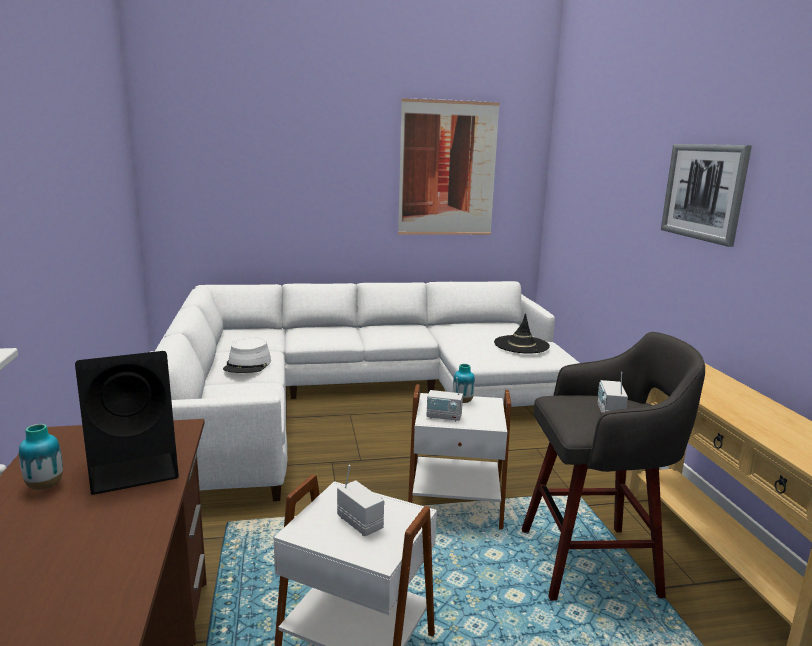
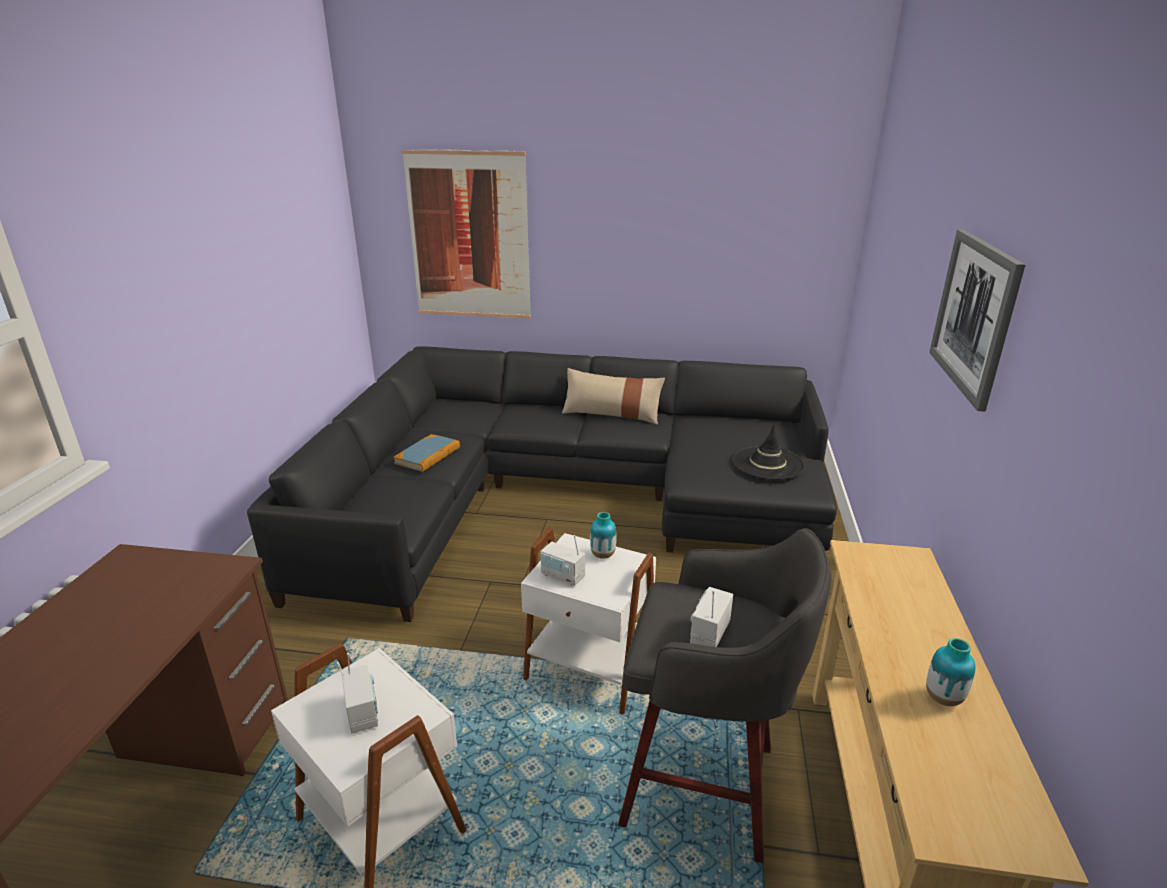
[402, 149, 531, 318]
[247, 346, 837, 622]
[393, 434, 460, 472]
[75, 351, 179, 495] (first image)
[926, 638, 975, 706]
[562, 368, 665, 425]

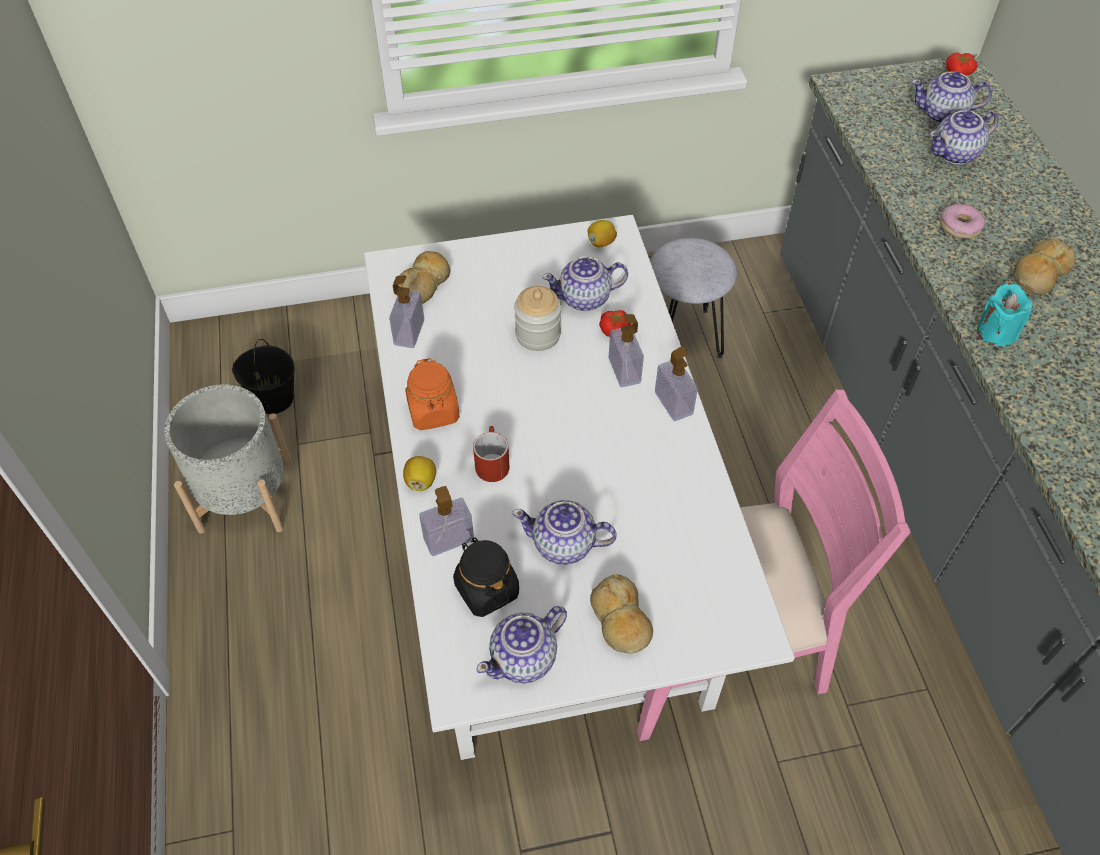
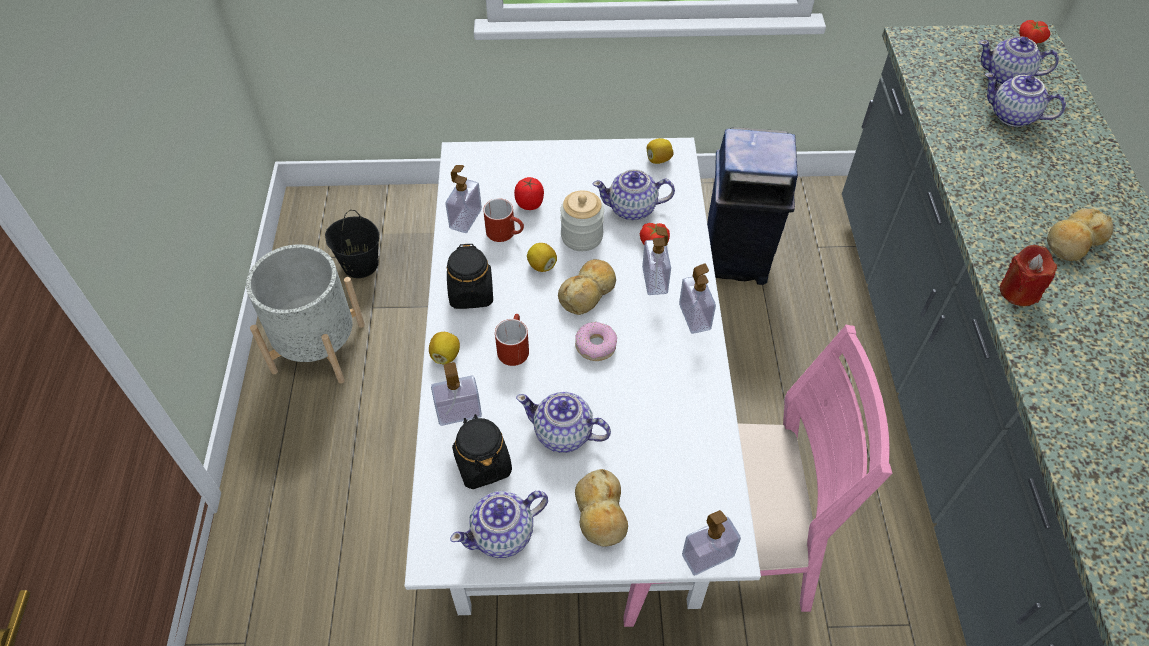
[985, 73, 1066, 127]
[575, 322, 617, 361]
[707, 127, 798, 285]
[558, 259, 616, 315]
[1000, 245, 1057, 306]
[447, 244, 493, 309]
[514, 177, 544, 210]
[483, 198, 524, 242]
[527, 243, 557, 272]
[682, 510, 741, 576]

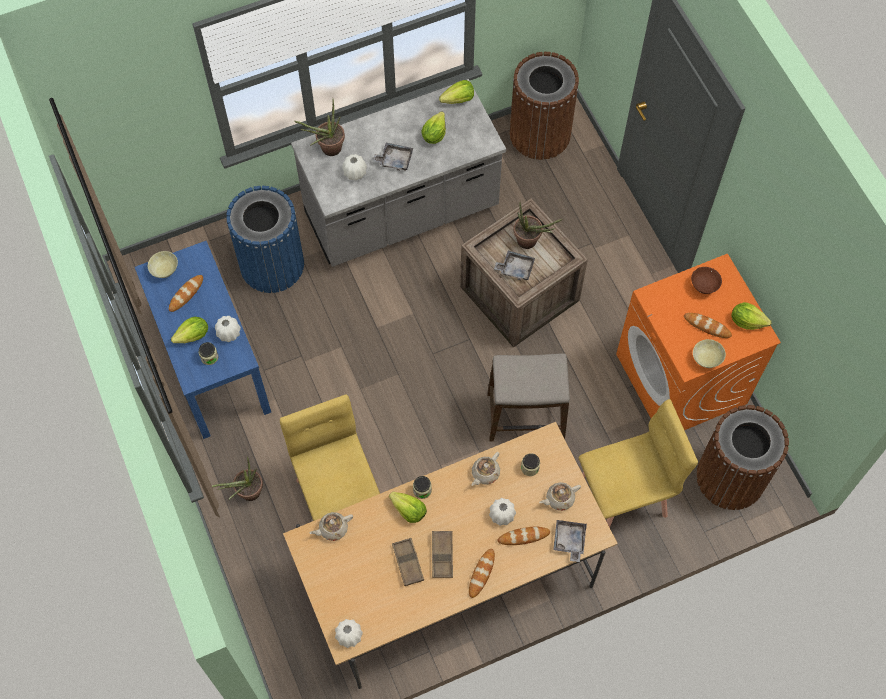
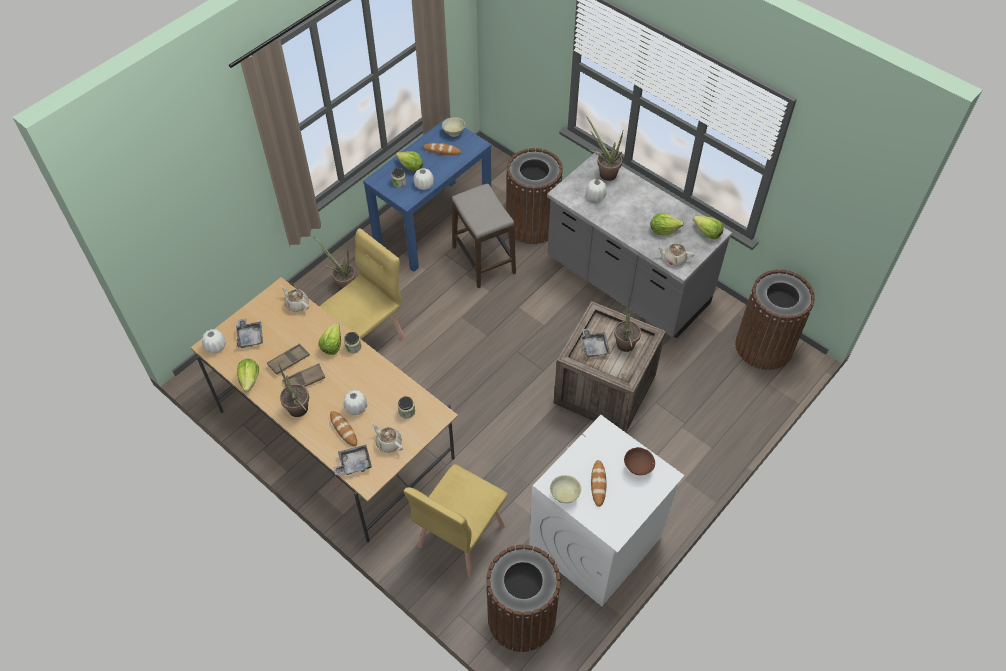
[236, 319, 263, 348]
[506, 148, 563, 244]
[529, 415, 685, 606]
[237, 359, 259, 392]
[452, 184, 516, 288]
[404, 464, 508, 578]
[657, 243, 694, 266]
[278, 363, 309, 417]

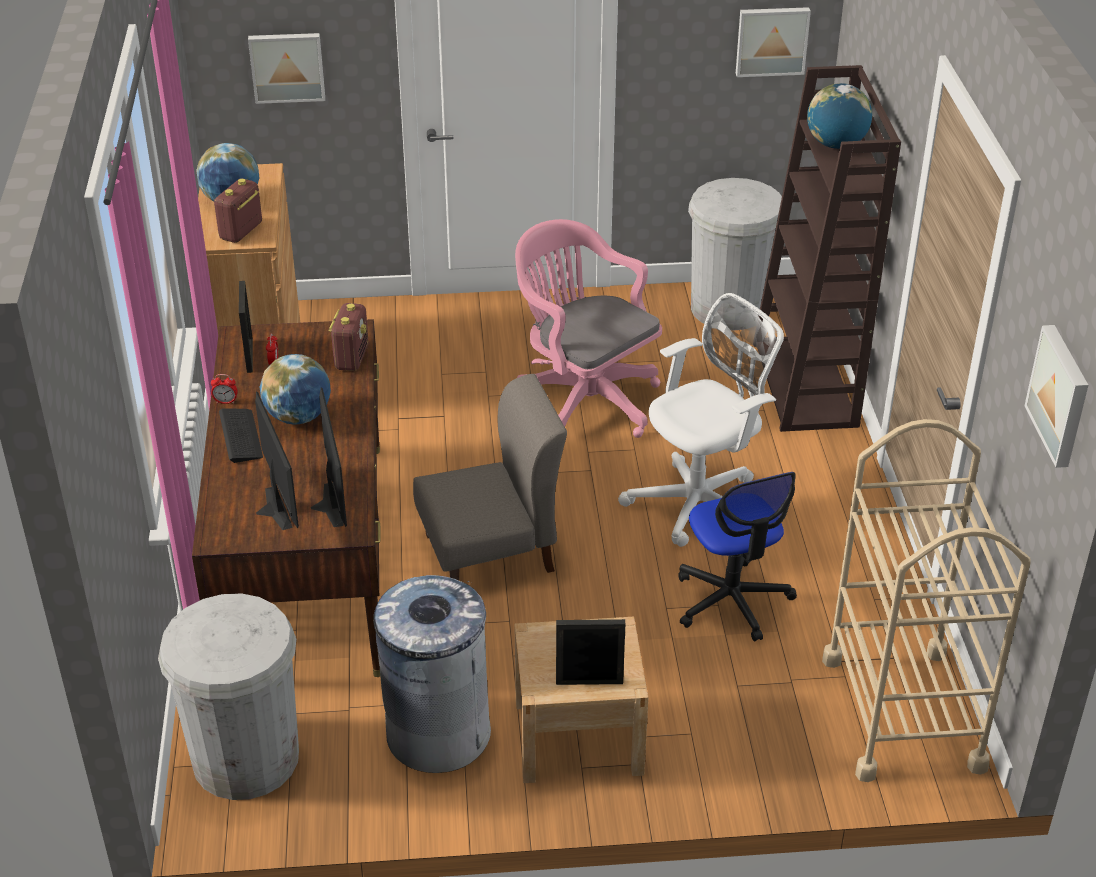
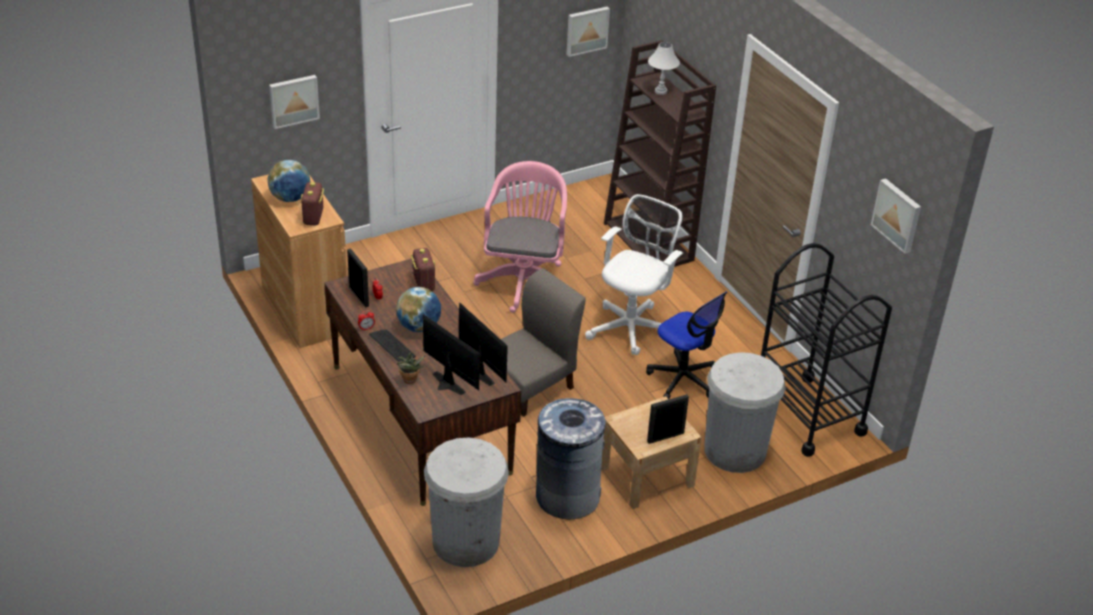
[648, 42, 680, 95]
[704, 352, 786, 473]
[473, 161, 567, 313]
[761, 243, 892, 457]
[396, 352, 426, 384]

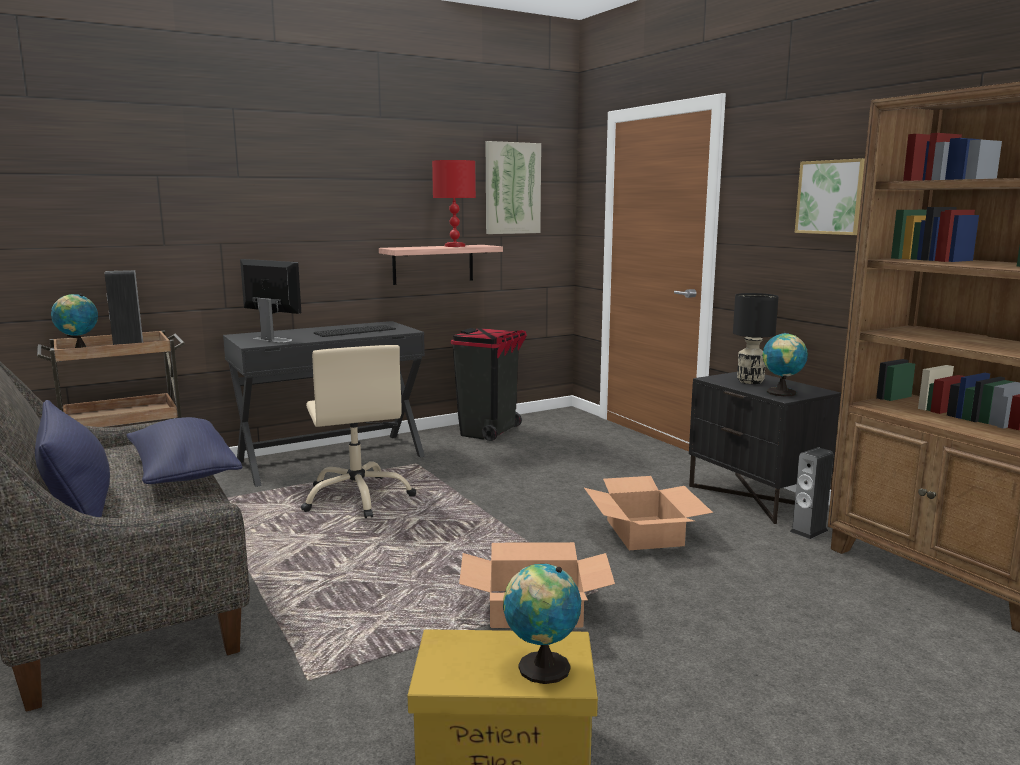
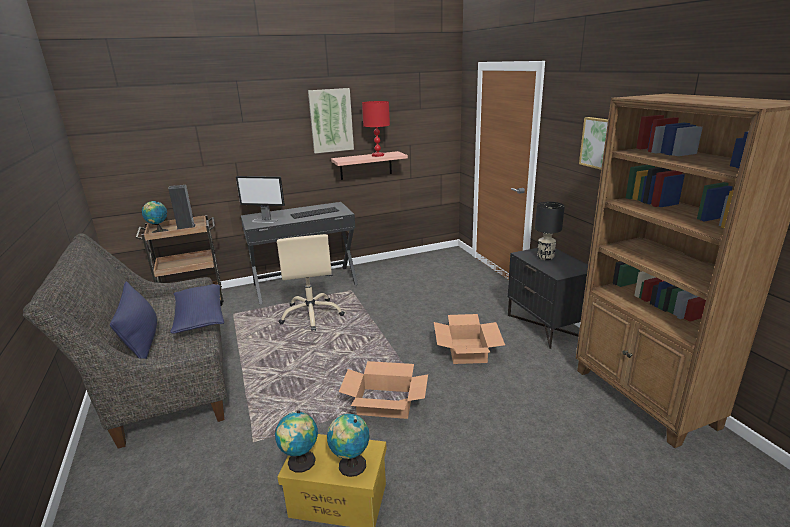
[308, 88, 354, 153]
[236, 176, 285, 223]
[451, 328, 527, 441] (first image)
[275, 410, 318, 473]
[790, 447, 833, 539] (first image)

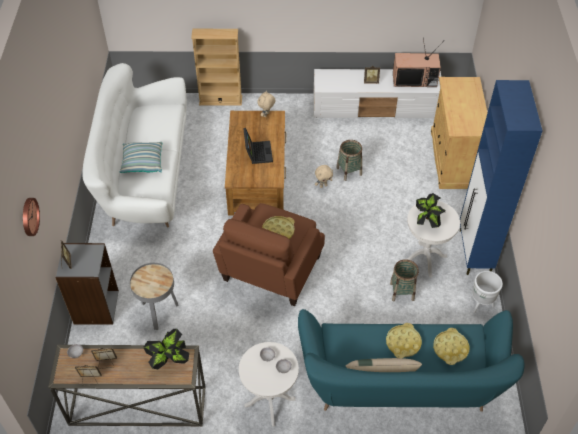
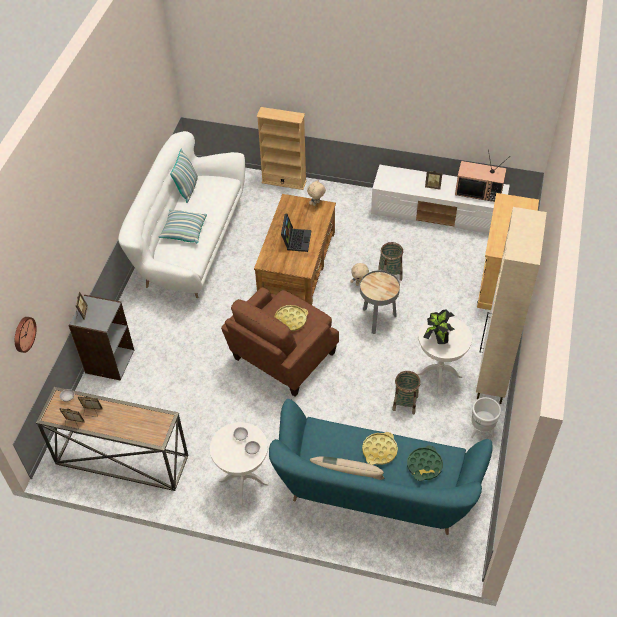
[476, 207, 547, 404]
[15, 317, 37, 353]
[360, 270, 400, 334]
[407, 445, 443, 481]
[143, 329, 189, 369] (first image)
[170, 149, 198, 203]

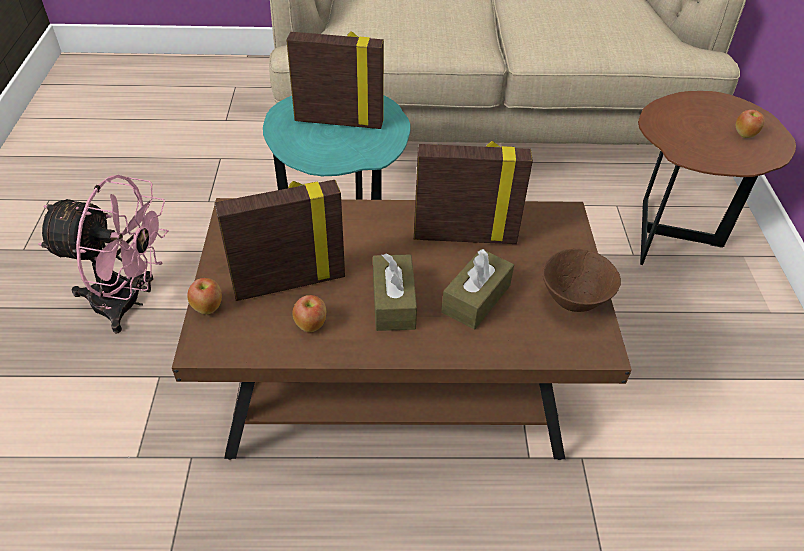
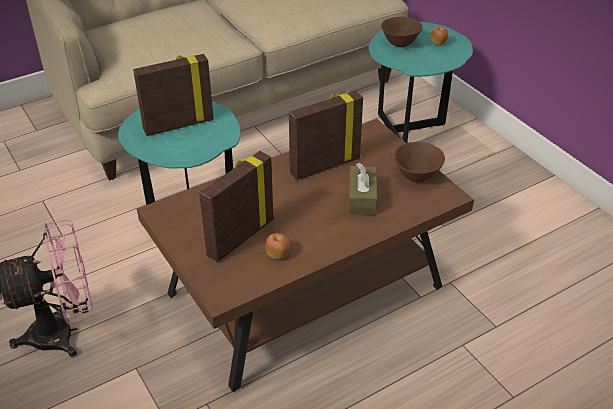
[368, 22, 473, 143]
[373, 254, 417, 331] (first image)
[187, 278, 222, 314] (first image)
[381, 17, 423, 47]

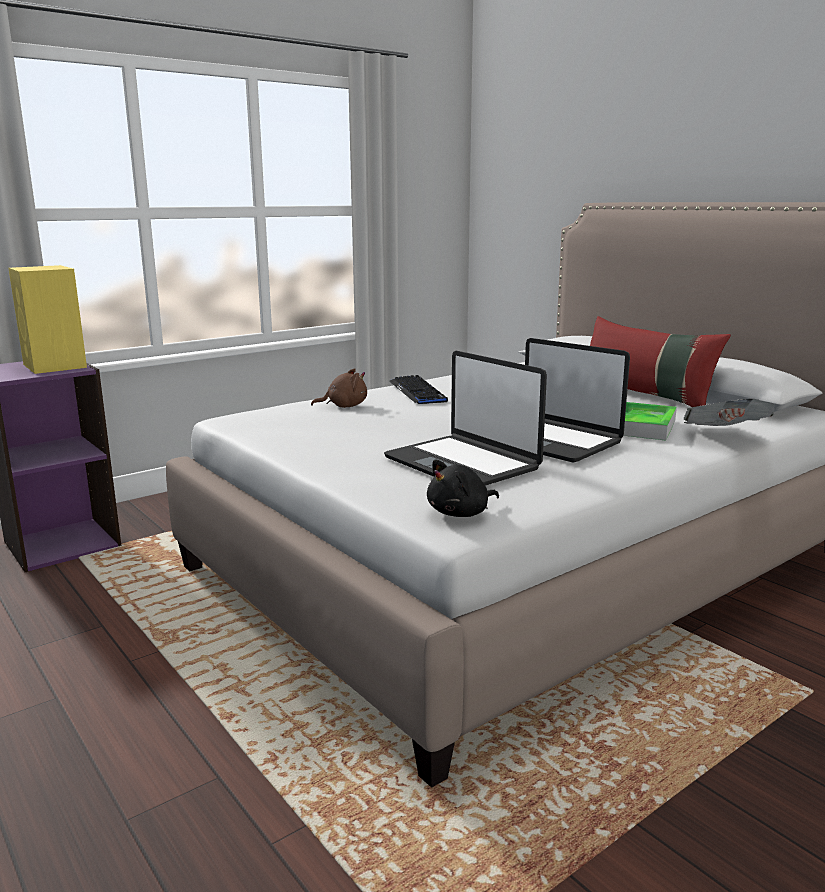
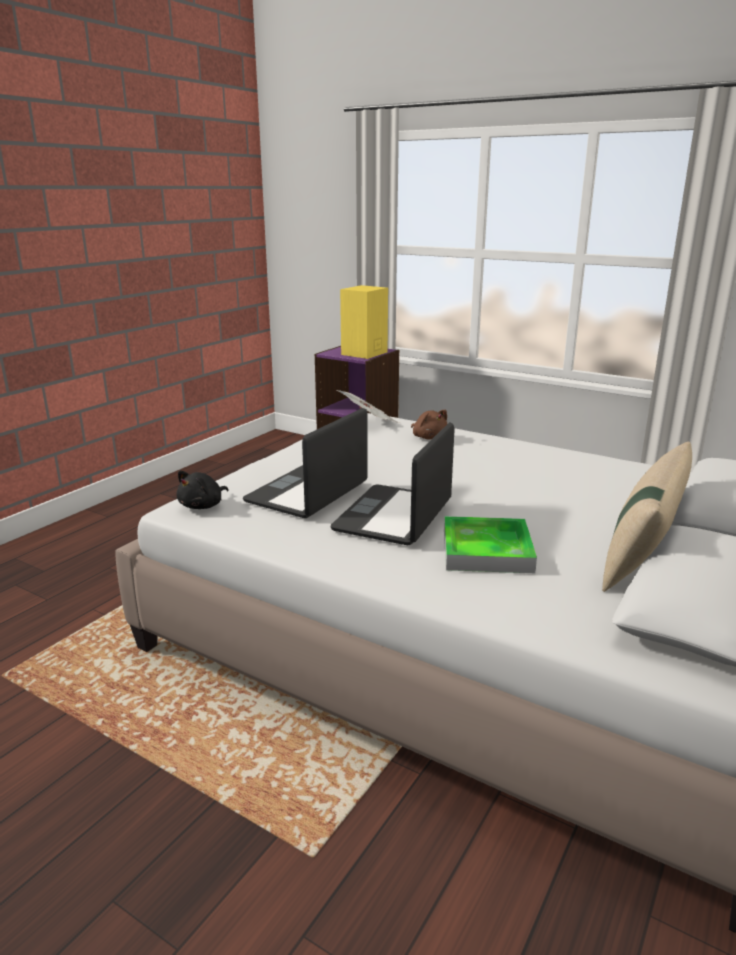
[602, 442, 692, 592]
[389, 375, 448, 404] (first image)
[336, 390, 399, 423]
[176, 471, 228, 509]

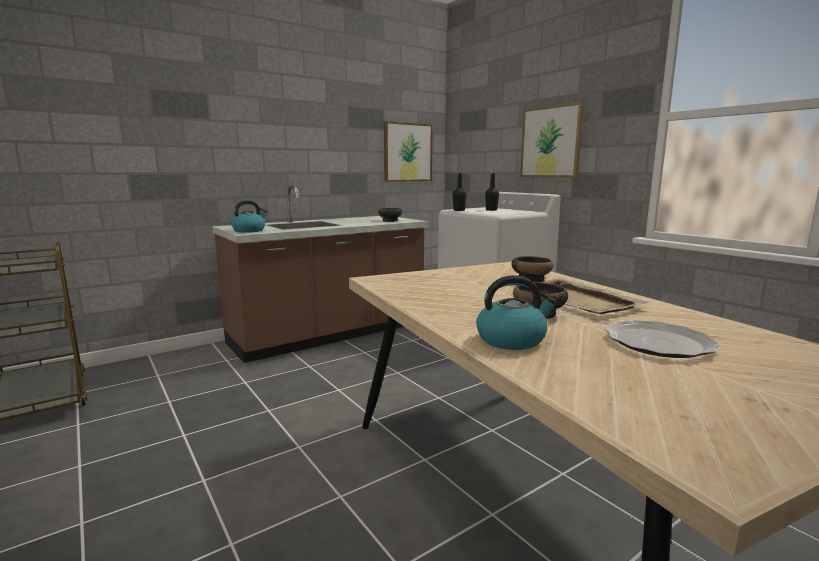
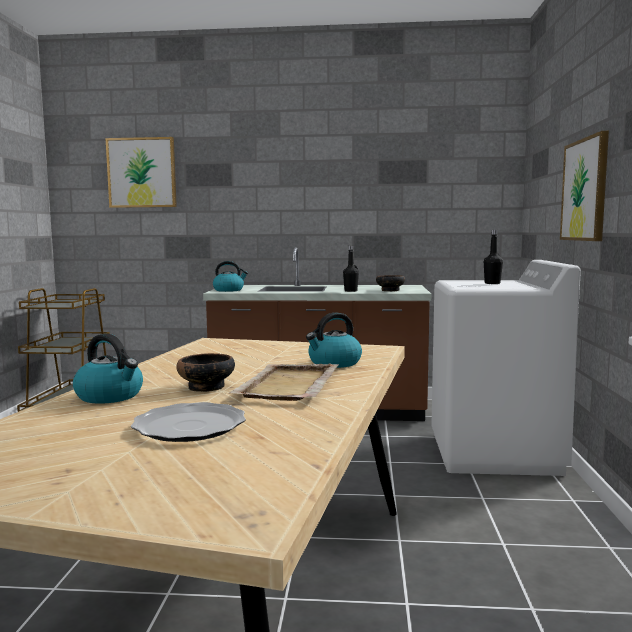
[105, 137, 177, 208]
[343, 246, 359, 292]
[306, 312, 362, 368]

